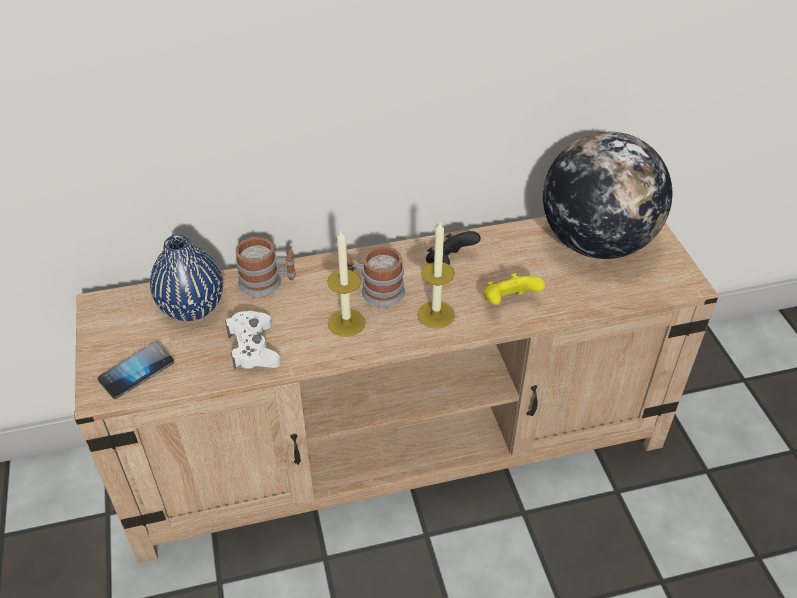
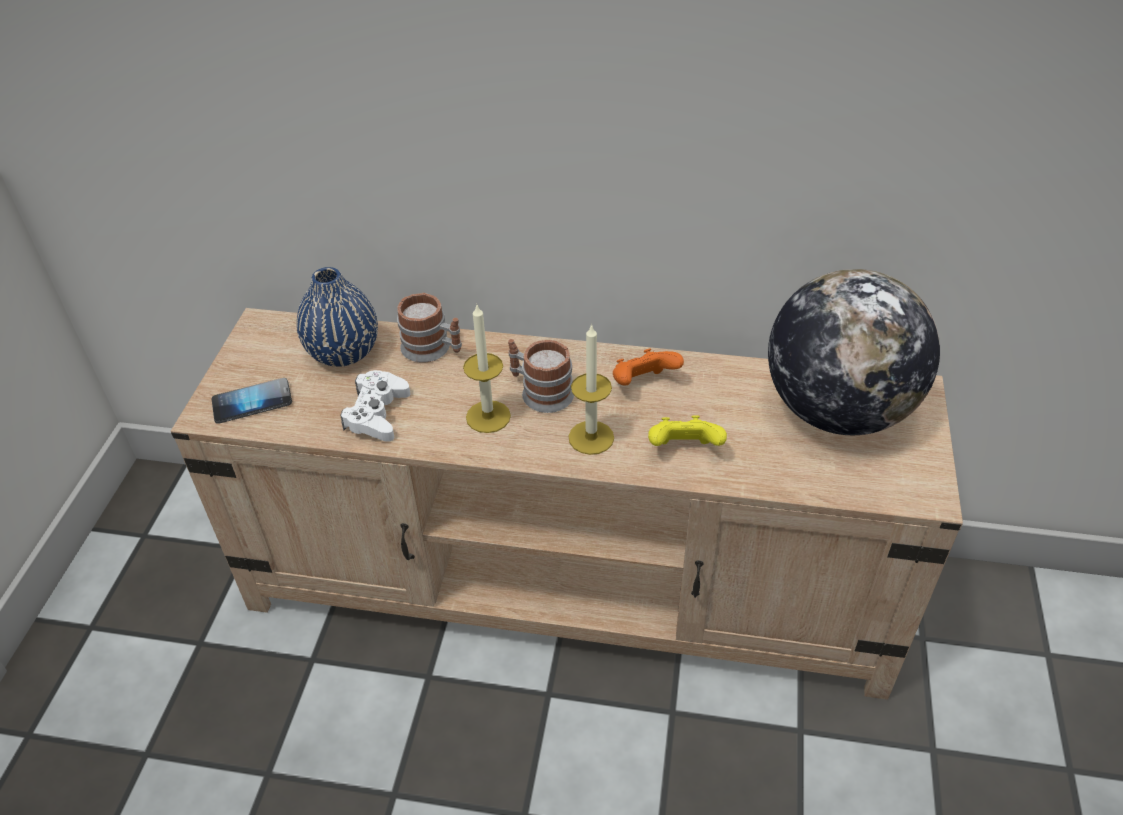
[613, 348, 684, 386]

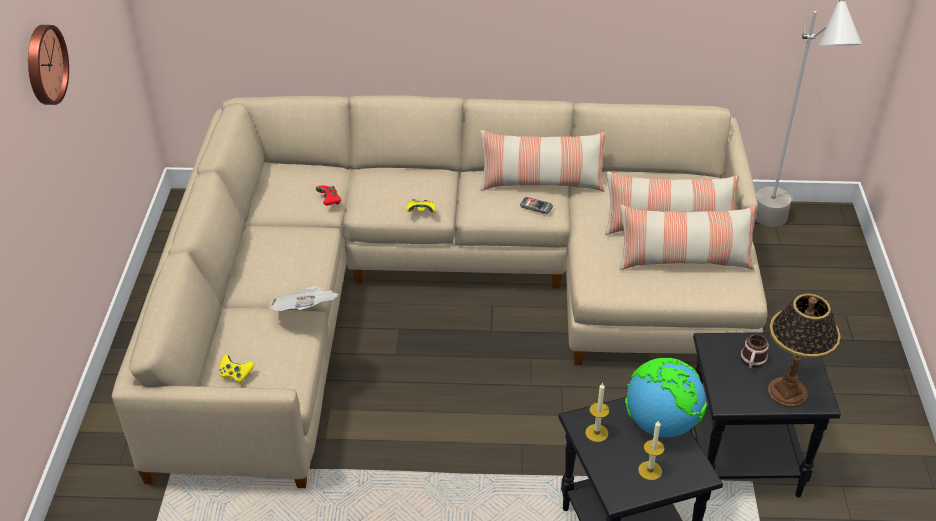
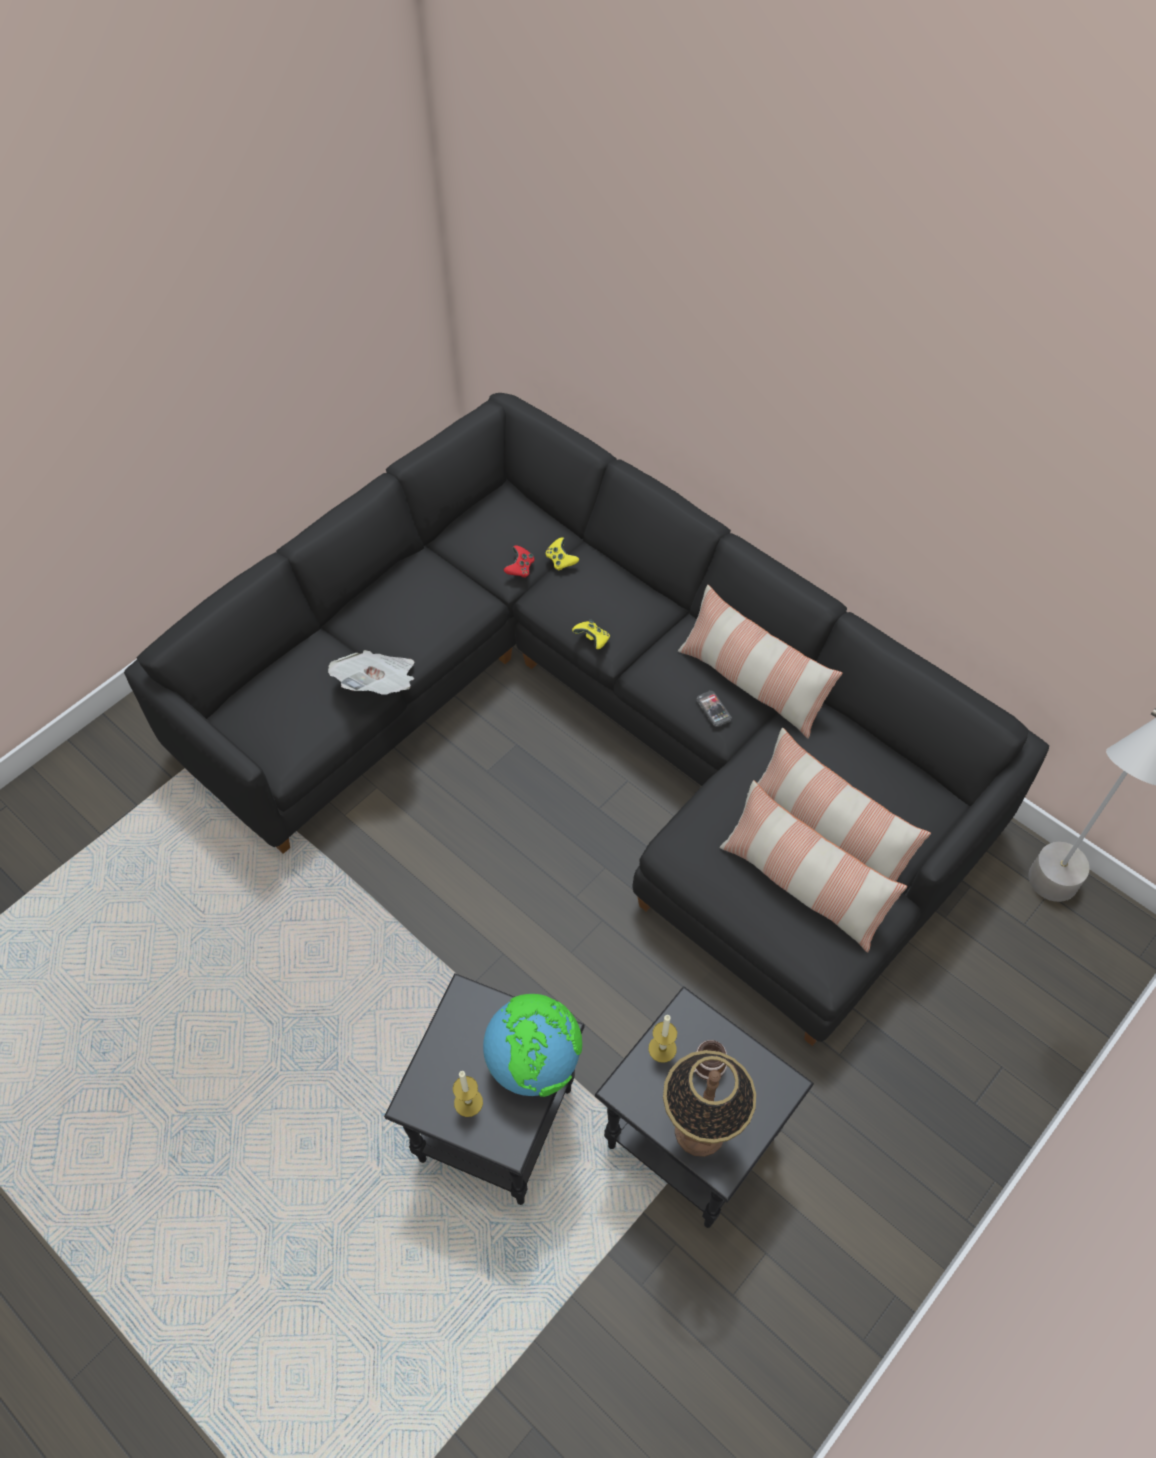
[28, 25, 69, 105] (first image)
[124, 393, 1049, 1046]
[546, 537, 579, 571]
[648, 1015, 677, 1063]

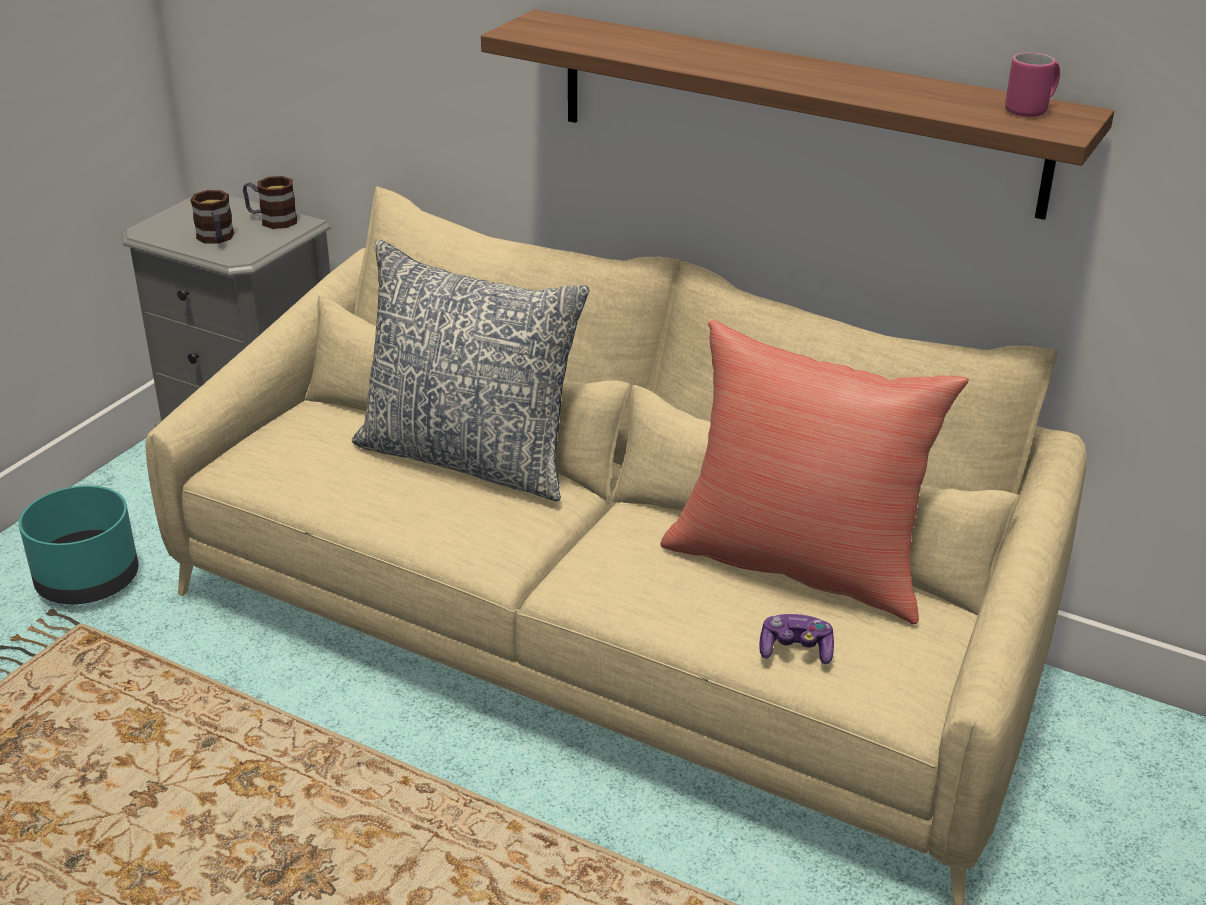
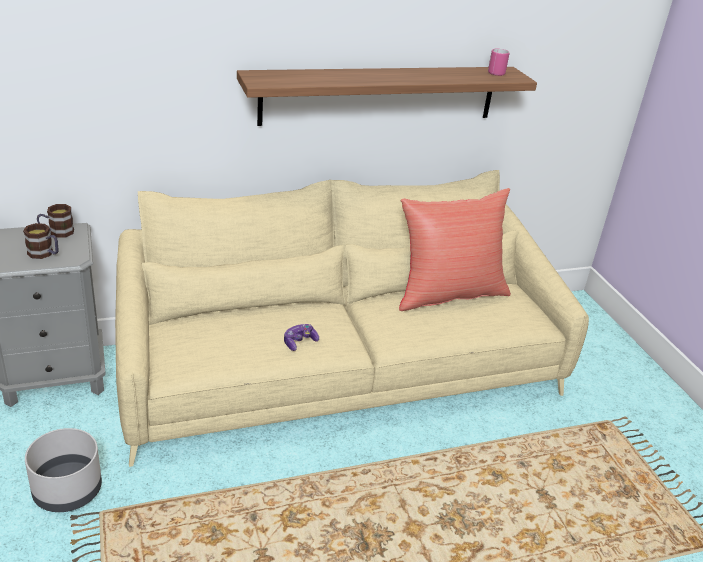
[352, 240, 590, 501] (first image)
[25, 428, 102, 512]
[284, 324, 319, 351]

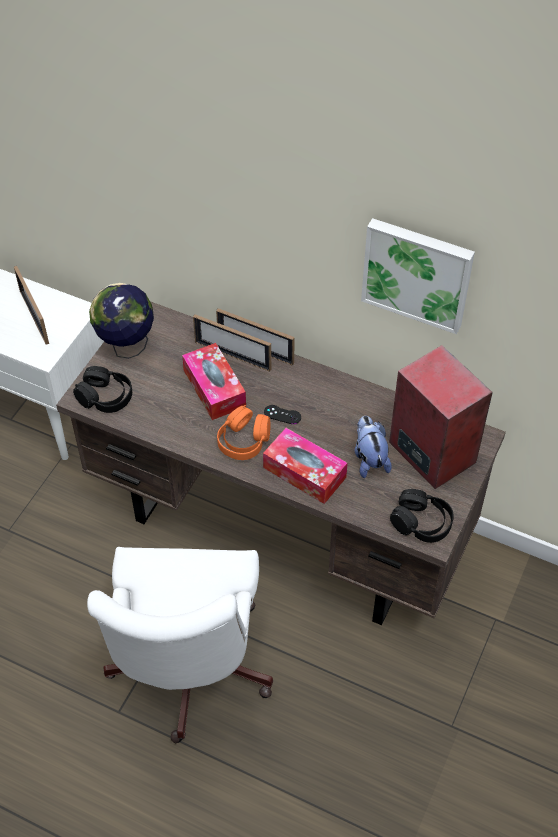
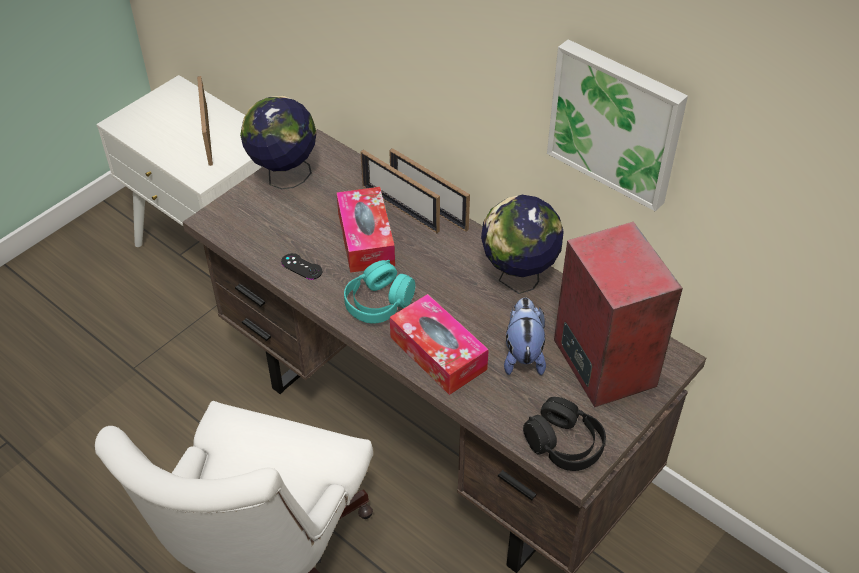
[73, 366, 132, 413] (first image)
[344, 260, 415, 324]
[281, 253, 322, 280]
[481, 195, 563, 294]

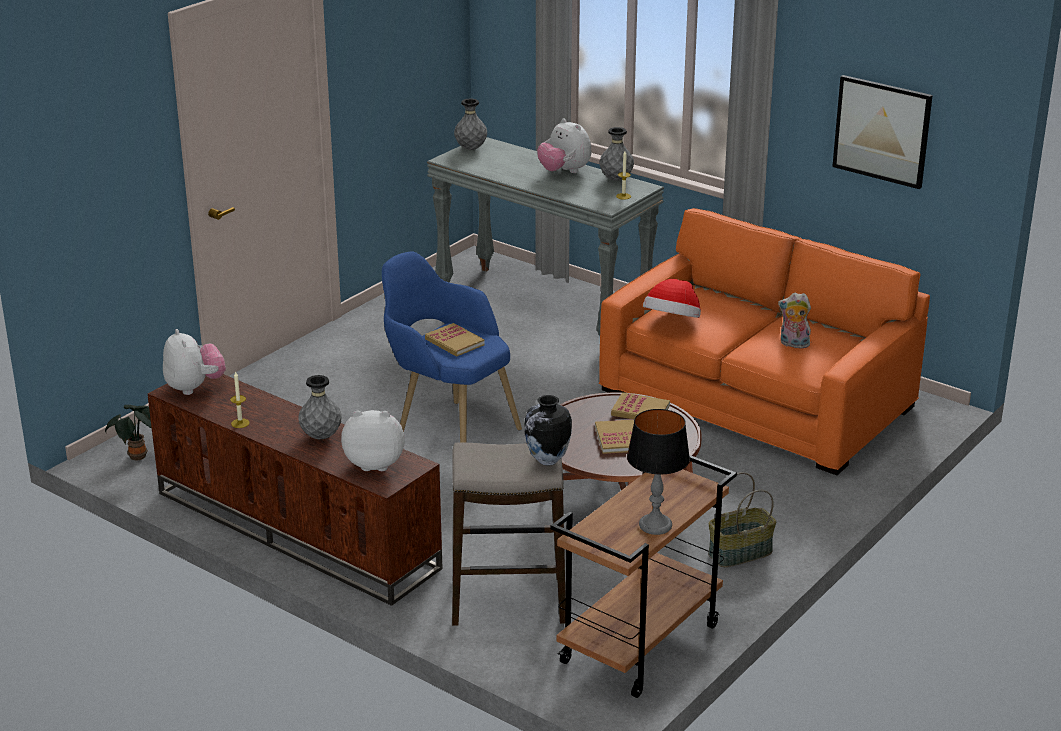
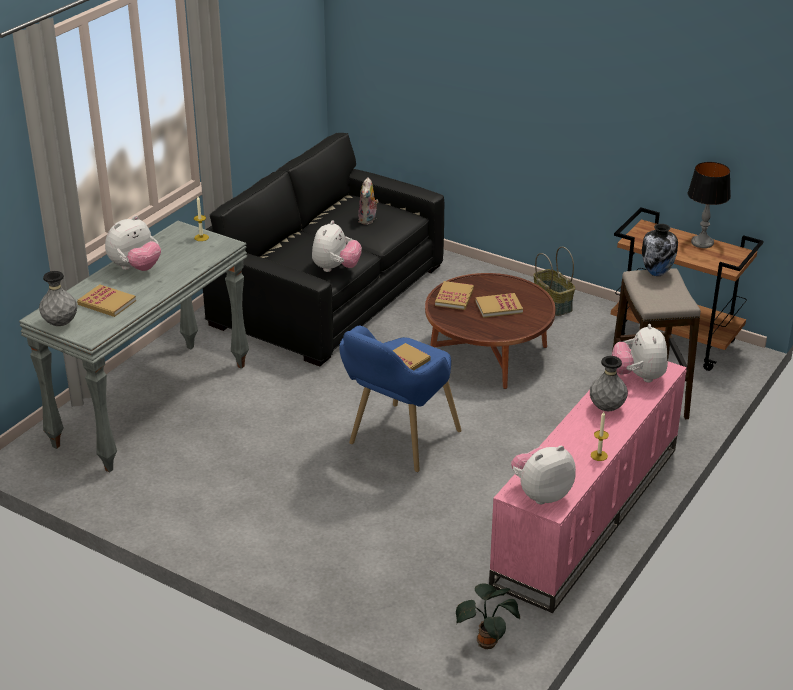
[832, 75, 933, 189] (first image)
[599, 127, 634, 181] (first image)
[203, 133, 444, 367]
[312, 220, 362, 272]
[489, 349, 687, 613]
[77, 284, 136, 317]

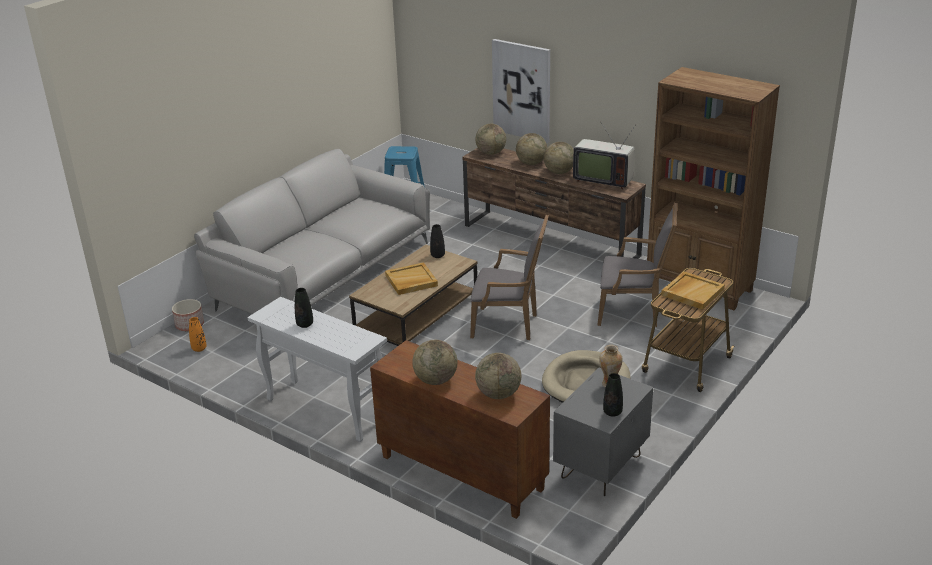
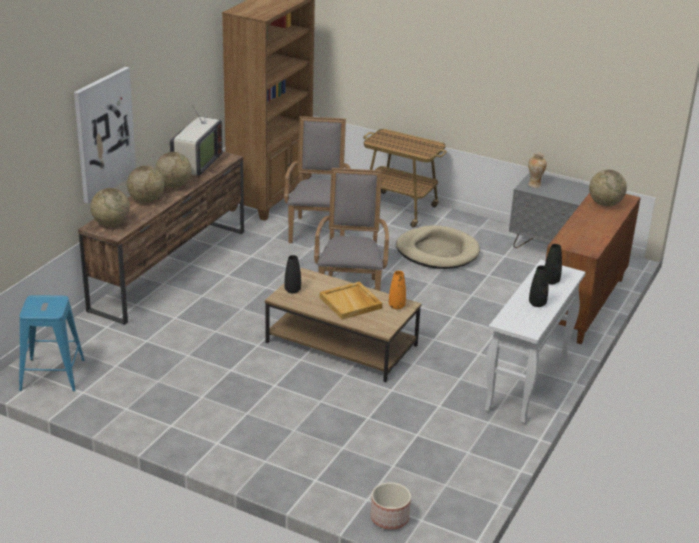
[194, 149, 430, 314] (first image)
[661, 271, 725, 310] (first image)
[389, 271, 406, 309]
[412, 340, 458, 385] (first image)
[545, 244, 562, 284]

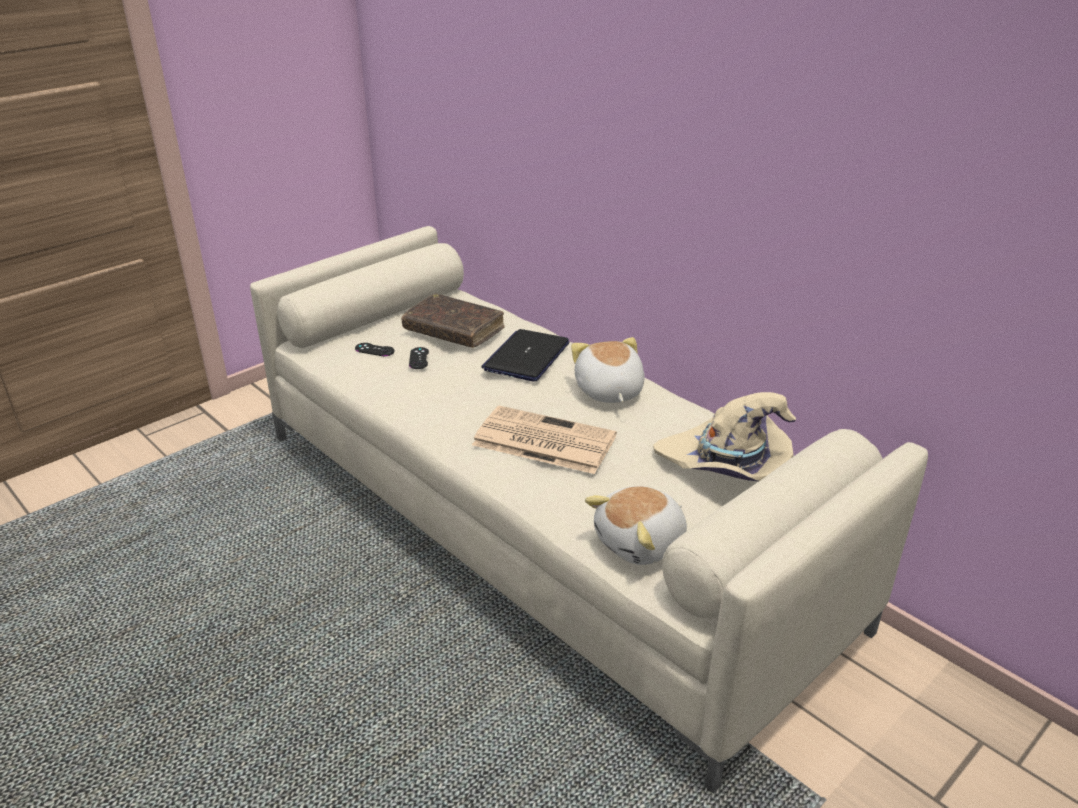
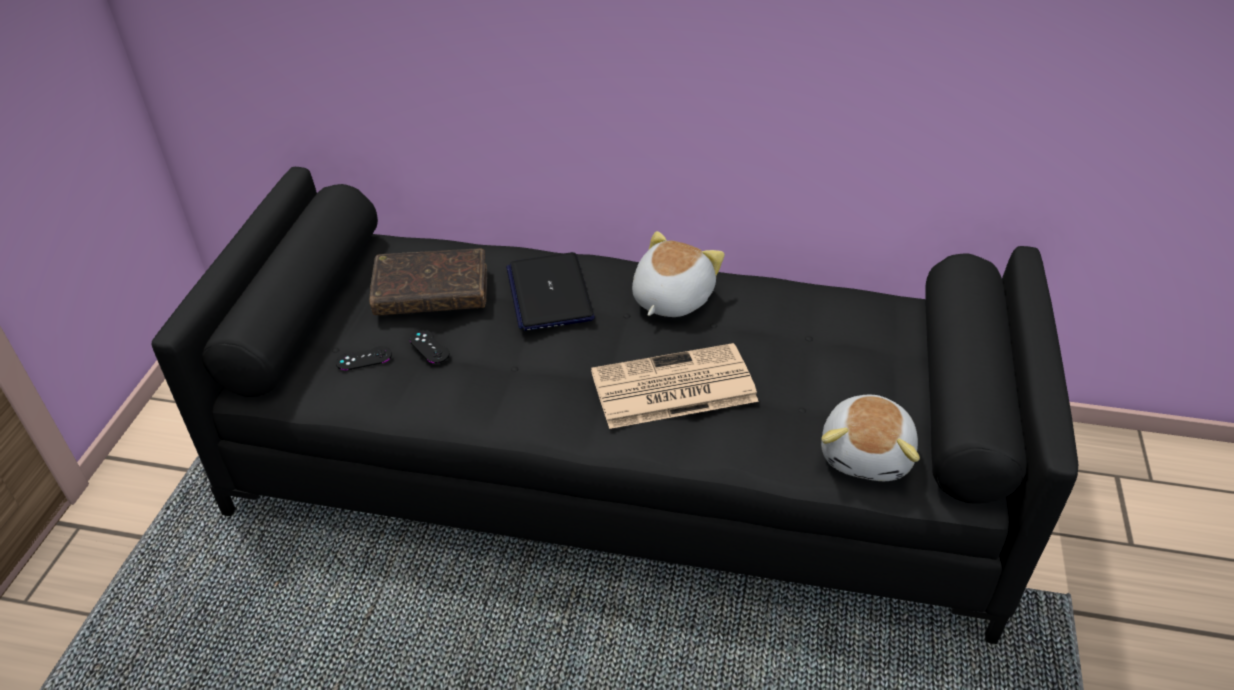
[151, 167, 1078, 644]
[632, 231, 725, 317]
[653, 392, 796, 482] (first image)

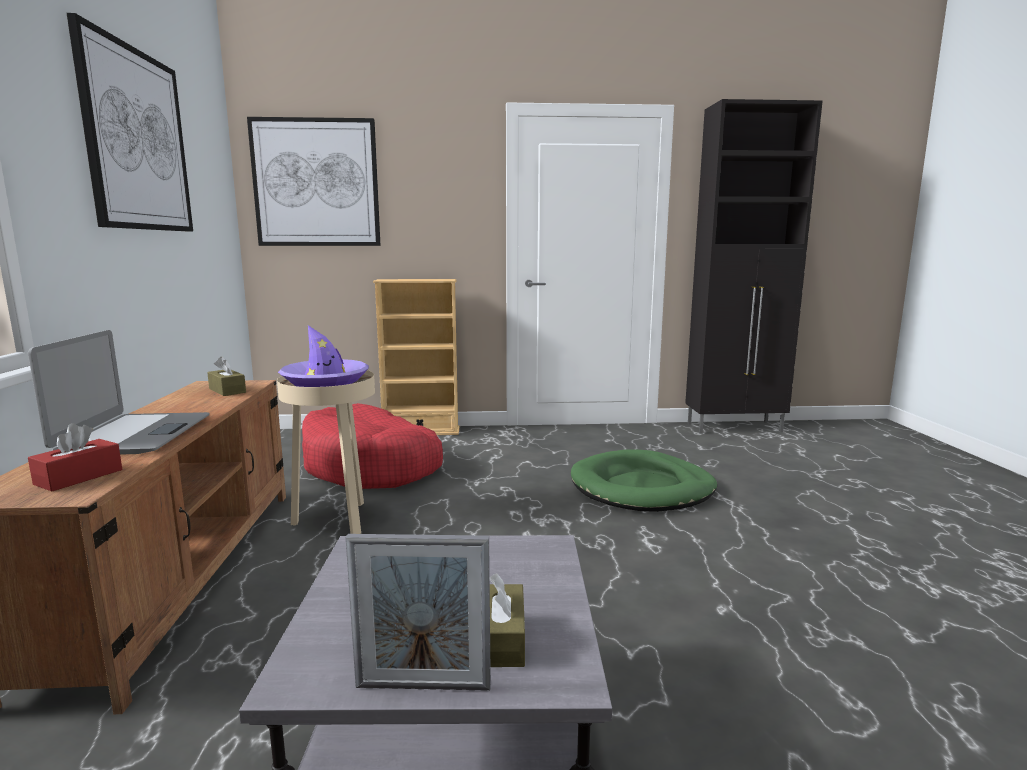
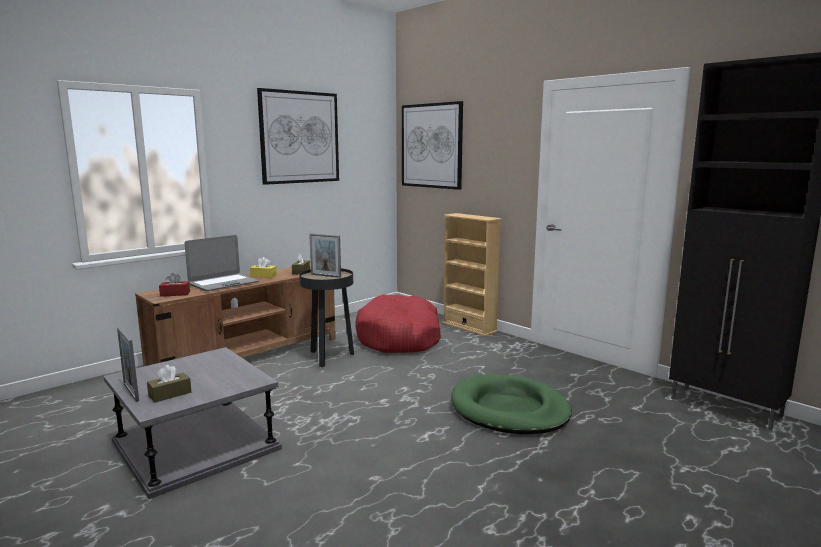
[309, 233, 341, 278]
[299, 268, 354, 367]
[250, 257, 277, 278]

